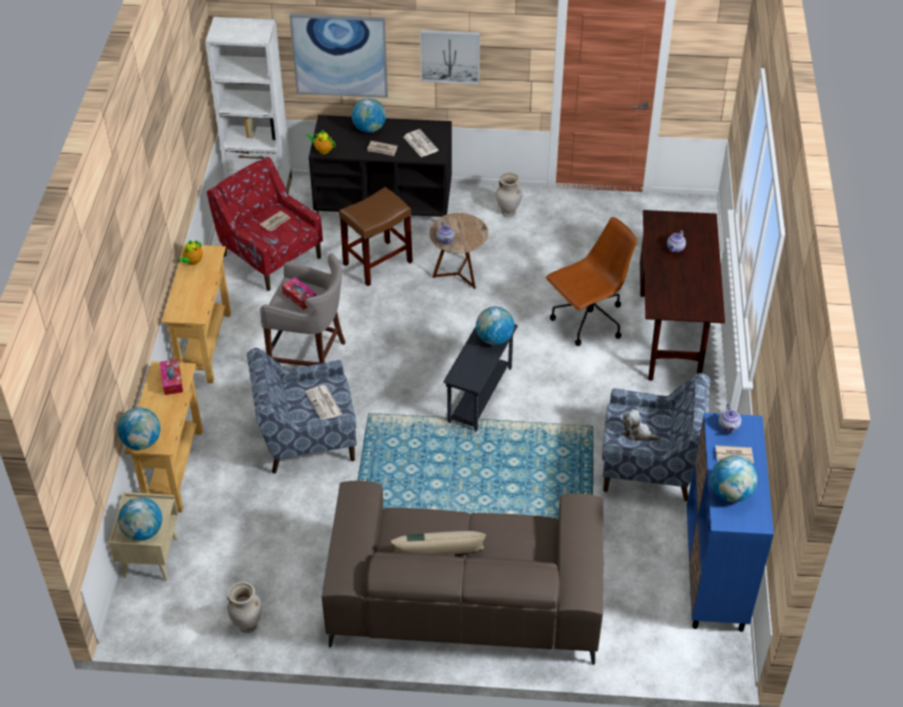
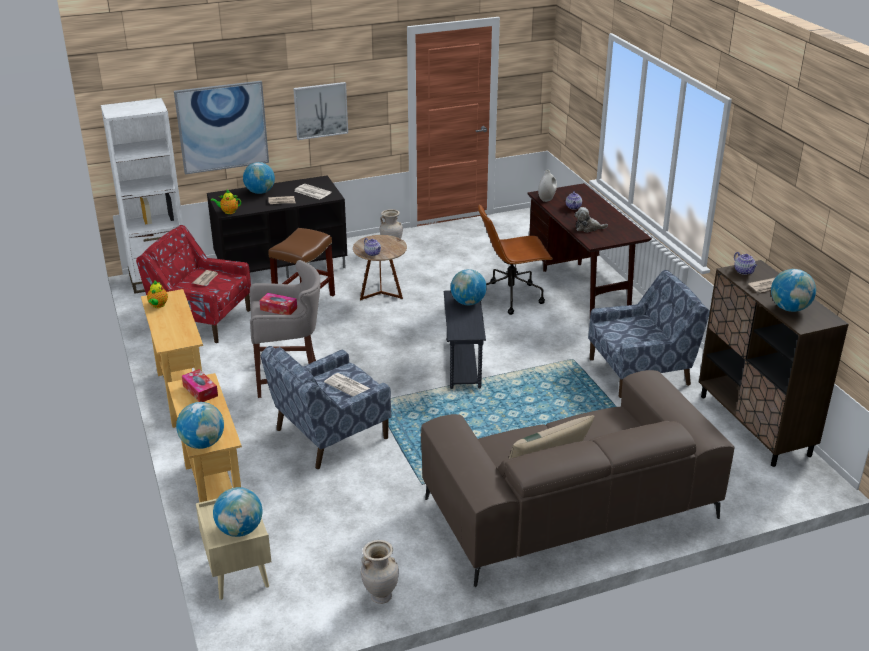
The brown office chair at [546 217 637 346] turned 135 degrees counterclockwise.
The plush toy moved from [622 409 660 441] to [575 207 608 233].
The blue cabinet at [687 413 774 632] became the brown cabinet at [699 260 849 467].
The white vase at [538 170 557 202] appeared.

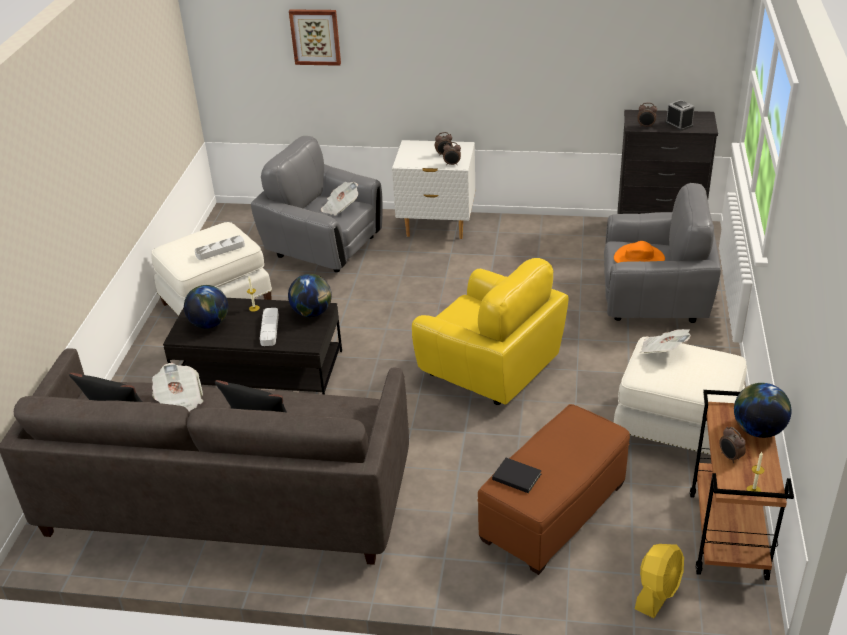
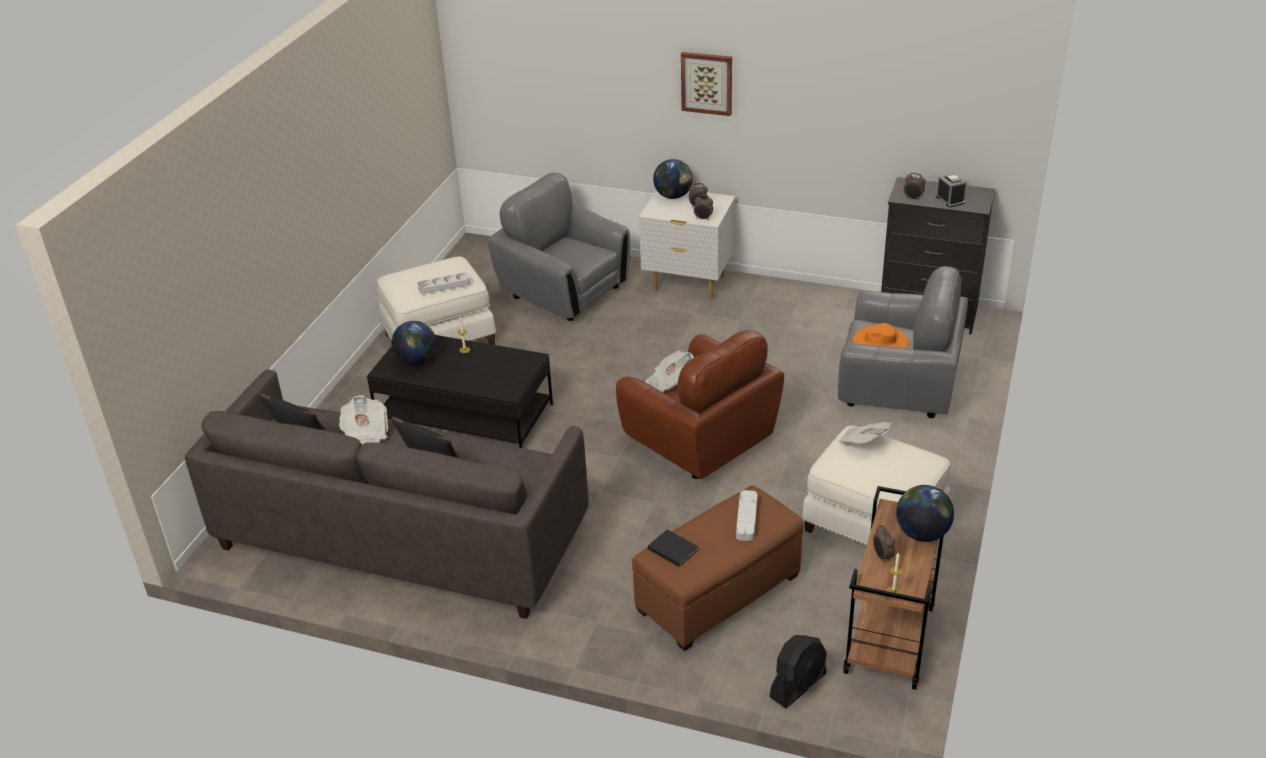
The grey tray moved from [260 308 279 346] to [736 490 758 541].
The globe moved from [288 274 332 317] to [653 159 693 199].
The picture moved from [289 9 341 66] to [681 52 732 116].
The newspaper moved from [321 182 358 216] to [645 350 694 392].
The yellow armchair at [412 258 568 405] became the brown armchair at [616 330 784 479].
The yellow fan at [635 544 684 618] became the black fan at [769 635 827 708].

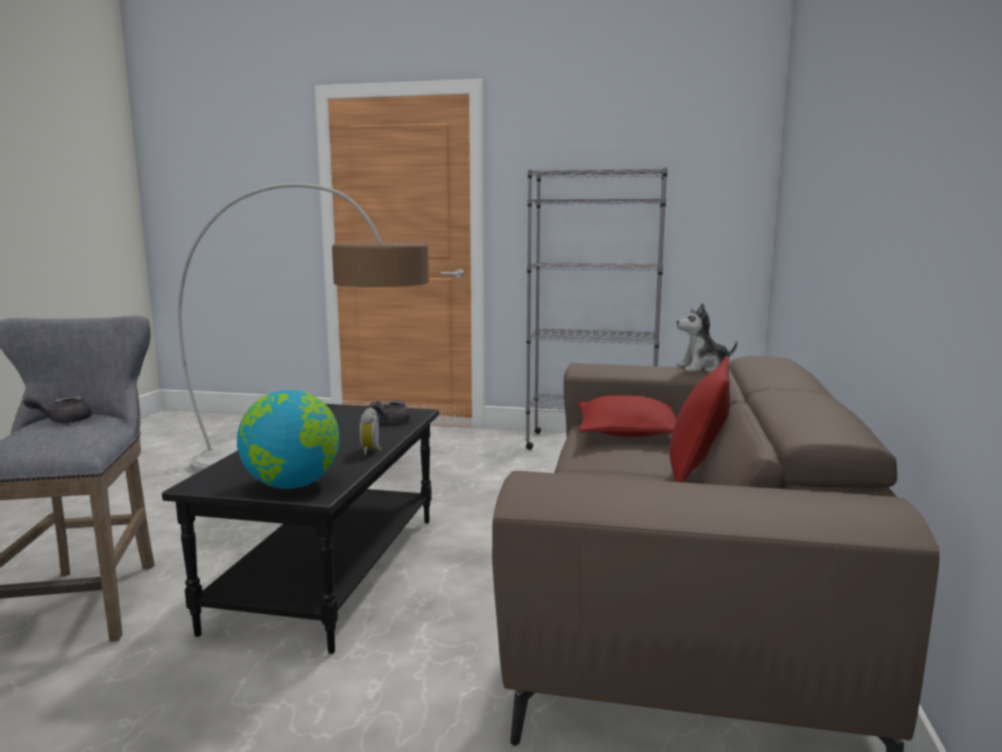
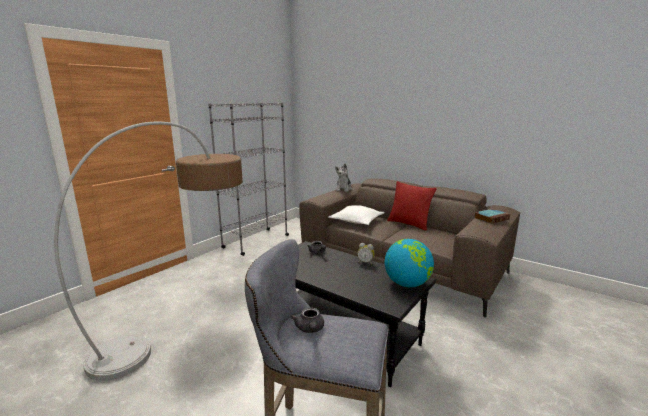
The red pillow at [577 395 677 437] became the white pillow at [328 205 385 225].
The book at [474 209 510 224] appeared.

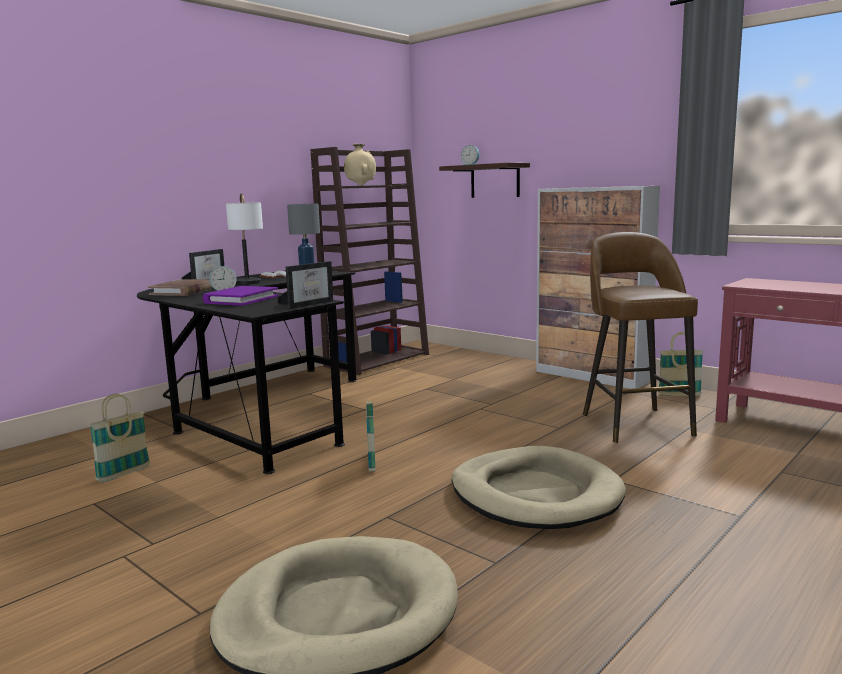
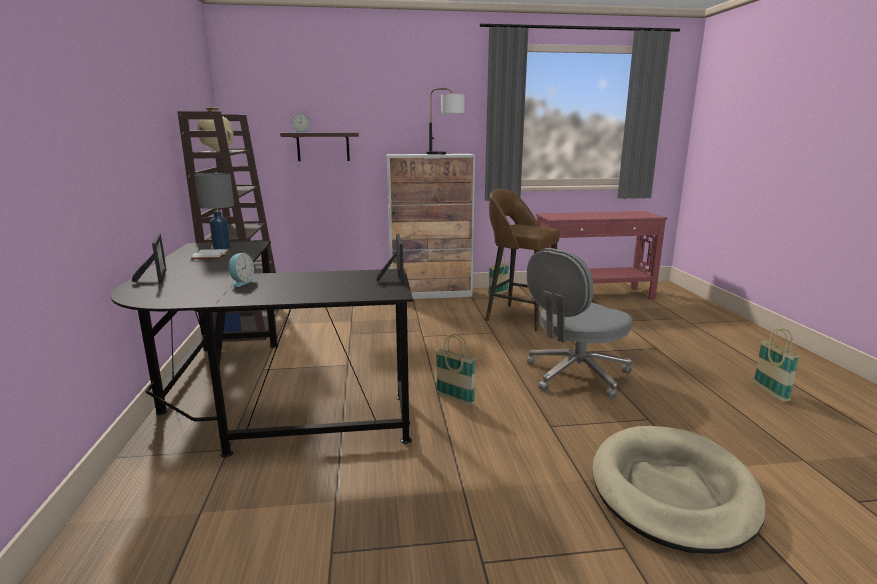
The basket moved from [89 394 150 482] to [753 329 800 402].
The brown book at [148 279 214 296] disappeared.
The purple book at [202 286 279 306] disappeared.
The table lamp moved from [226 193 263 285] to [426 88 465 155].
The beige dog bed at [452 446 626 529] was replaced by the grey office chair at [527 248 632 399].

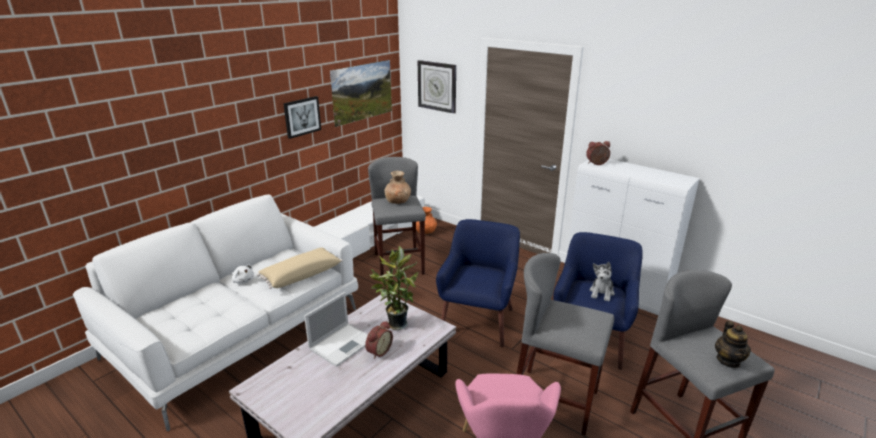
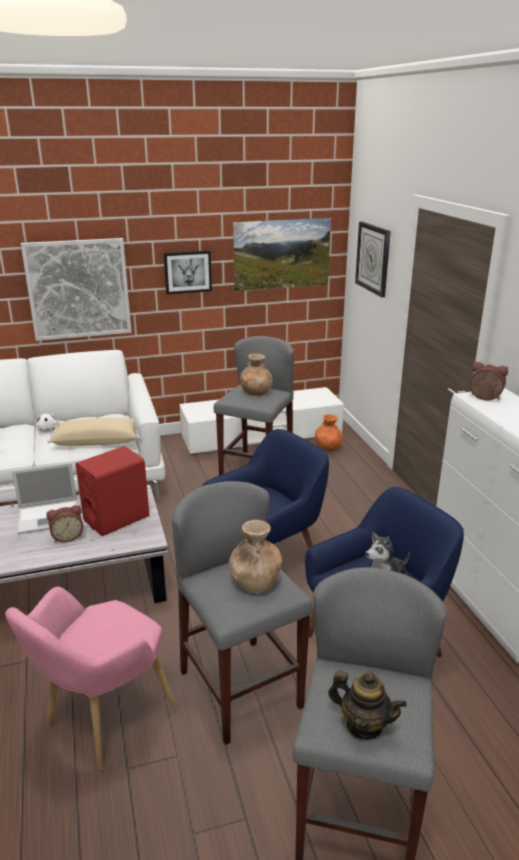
The potted plant at [370 246 419 330] was replaced by the red speaker at [76 446 149 536].
The teapot at [715 321 751 368] turned 105 degrees counterclockwise.
The picture at [21 238 132 341] appeared.
The brown vase at [229 520 282 593] appeared.

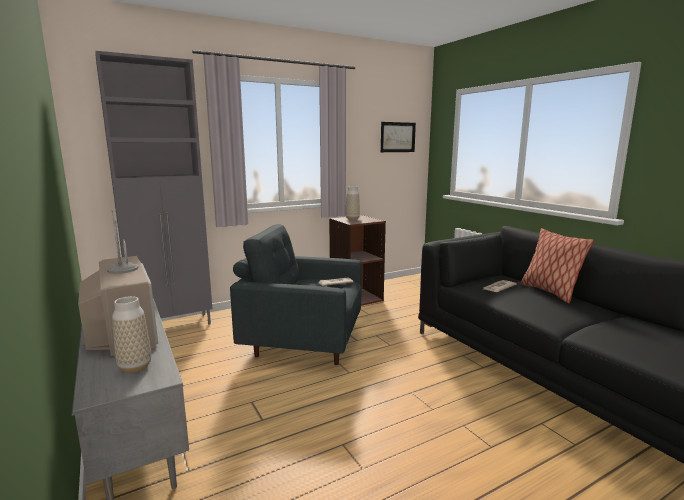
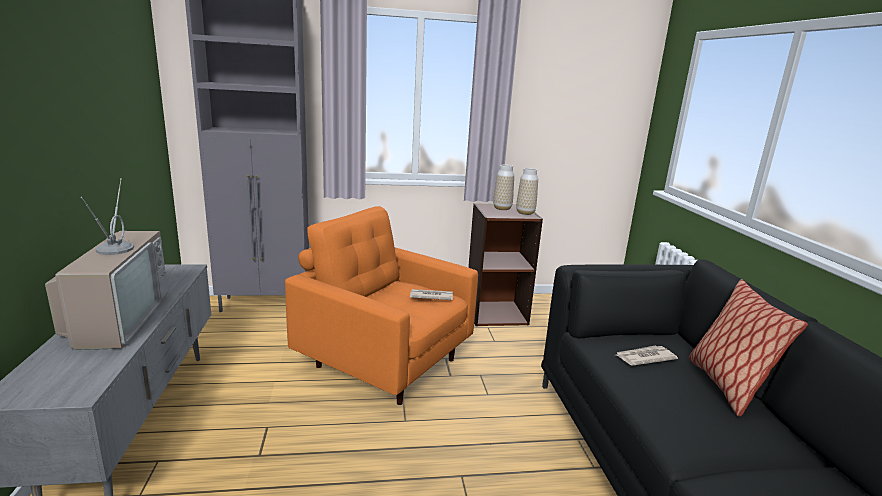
The vase moved from [112 296 151 373] to [516 168 538 215].
The grey armchair at [230 224 362 365] became the orange armchair at [285 206 478 405].
The picture at [381 122 416 152] disappeared.

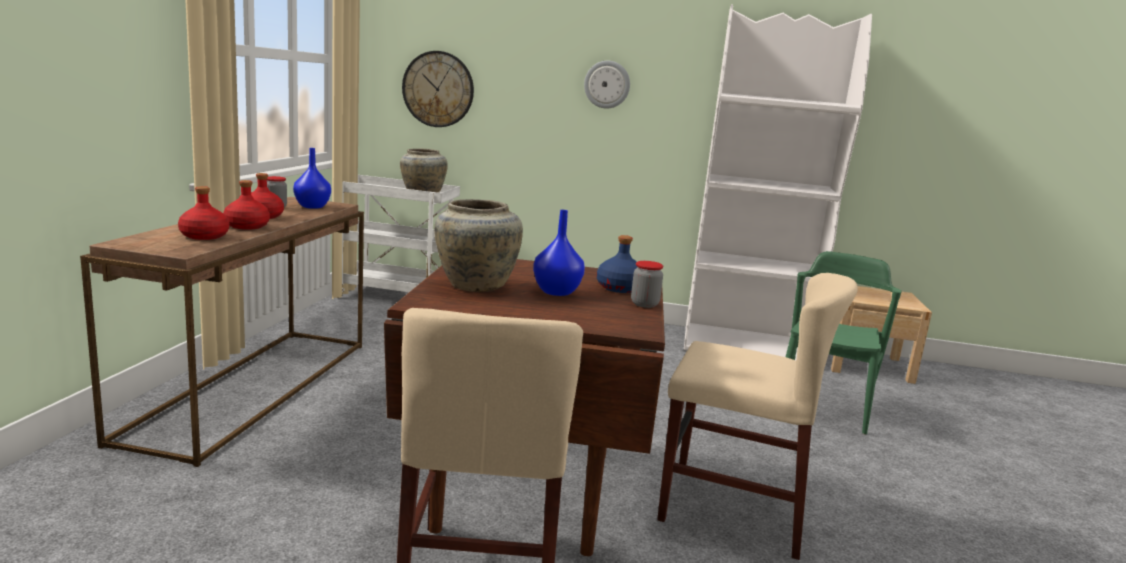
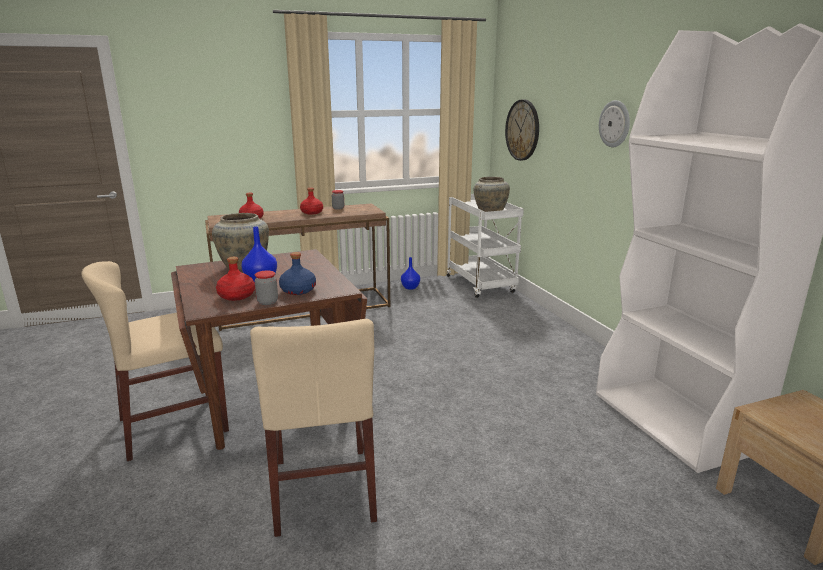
The red bottle moved from [223 180 270 230] to [216 257 255 301].
The blue vase moved from [293 148 331 209] to [401 257 420 290].
The green chair at [786 251 901 435] disappeared.

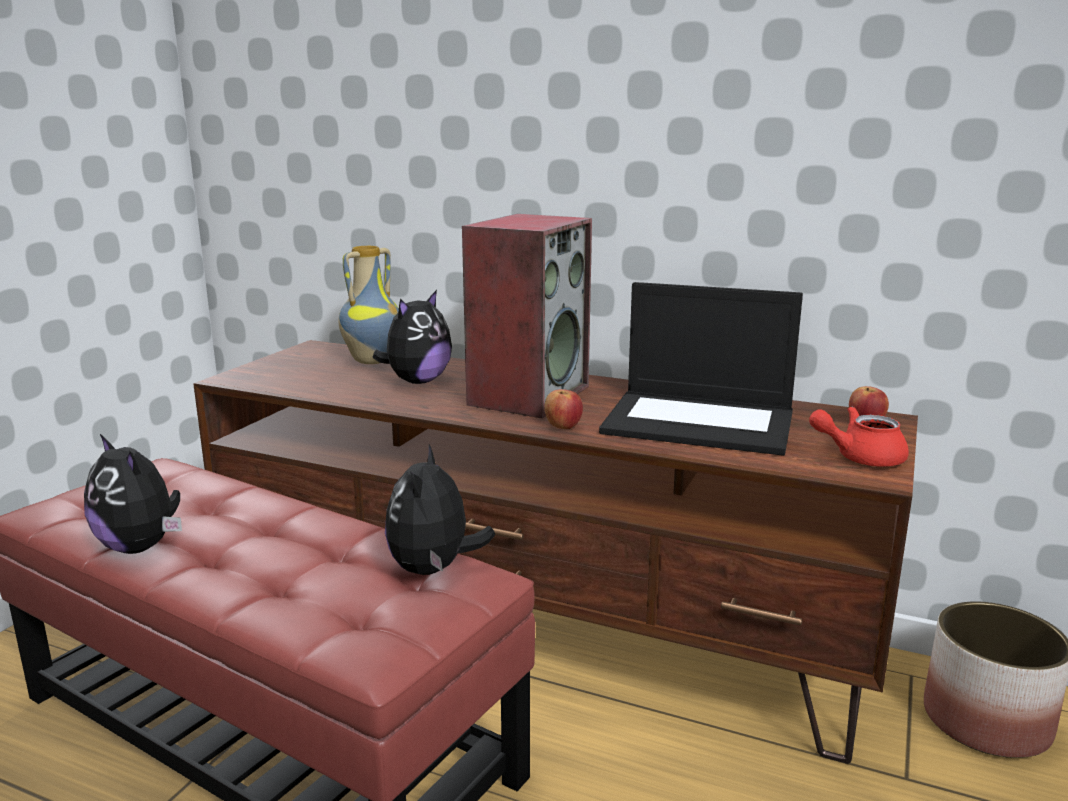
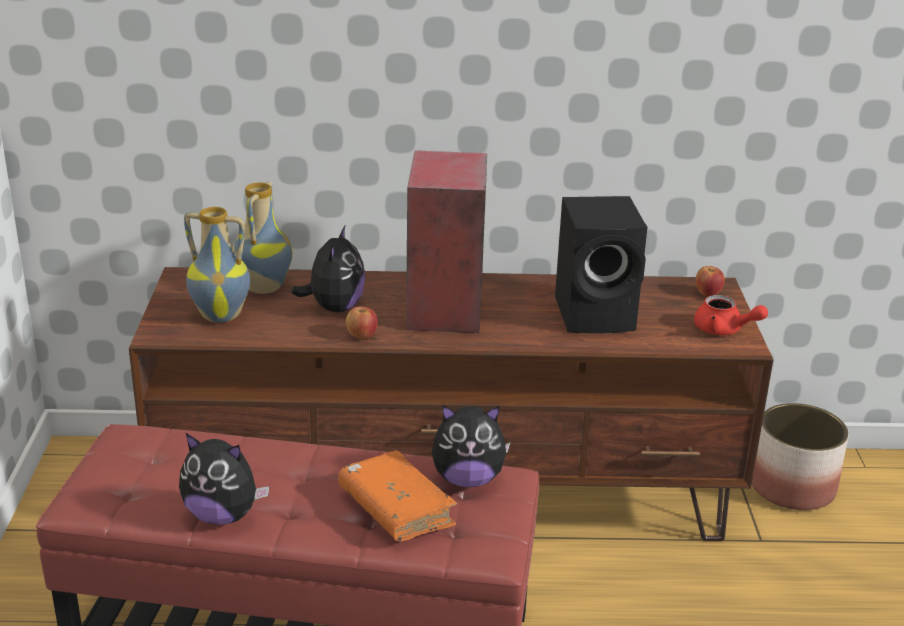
The plush toy at [385 445 495 575] turned 75 degrees counterclockwise.
The apple moved from [544 389 583 429] to [346 306 378 339].
The laptop at [599 282 803 456] was replaced by the black speaker at [555 196 647 333].
The red teapot at [809 407 909 467] turned 120 degrees counterclockwise.
The vase at [184 207 250 323] appeared.
The orange book at [338 450 457 542] appeared.

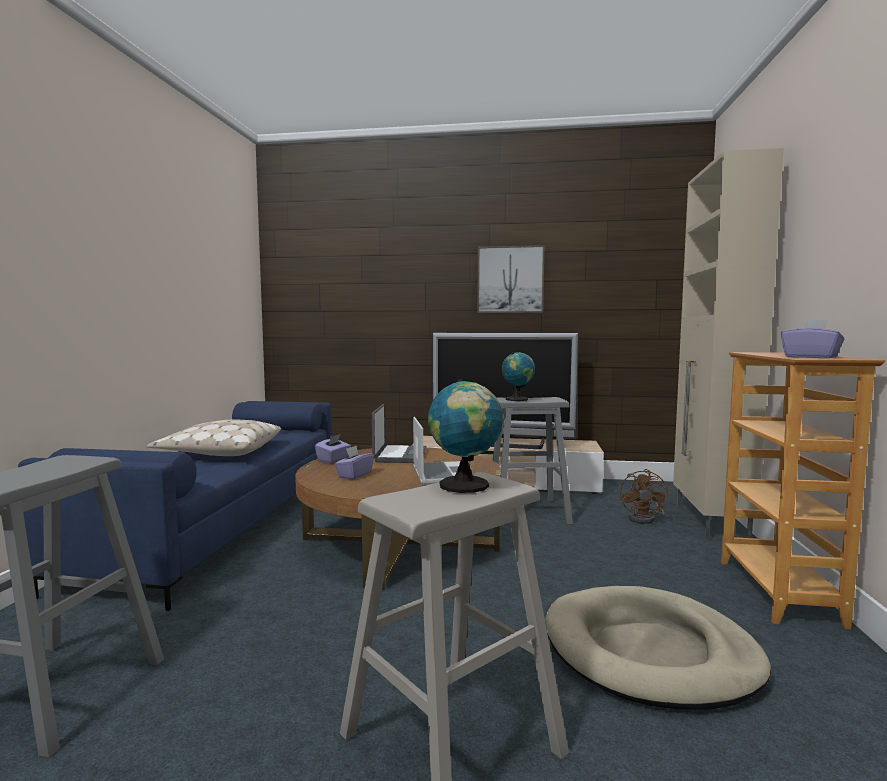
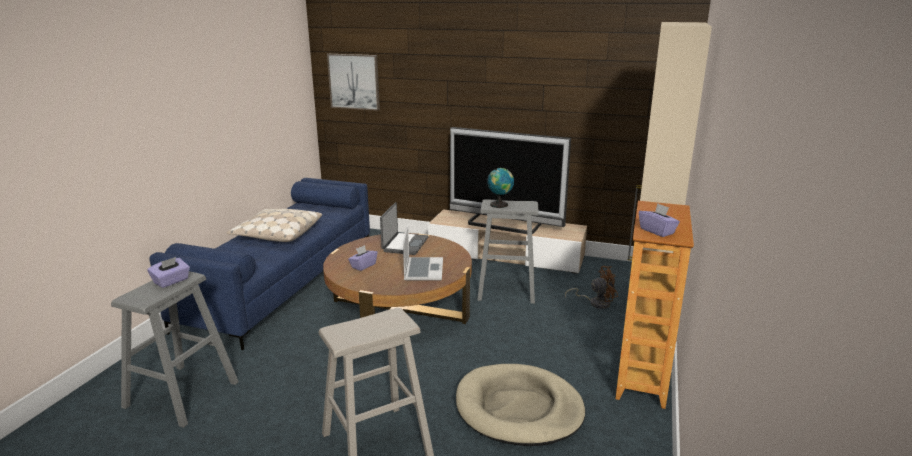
The purple tissue box moved from [315 434 351 463] to [147 257 190 288].
The globe at [428 379 503 493] disappeared.
The picture moved from [477 245 545 313] to [327 54 380 111].
The brown fan at [620 469 668 524] turned 120 degrees counterclockwise.

